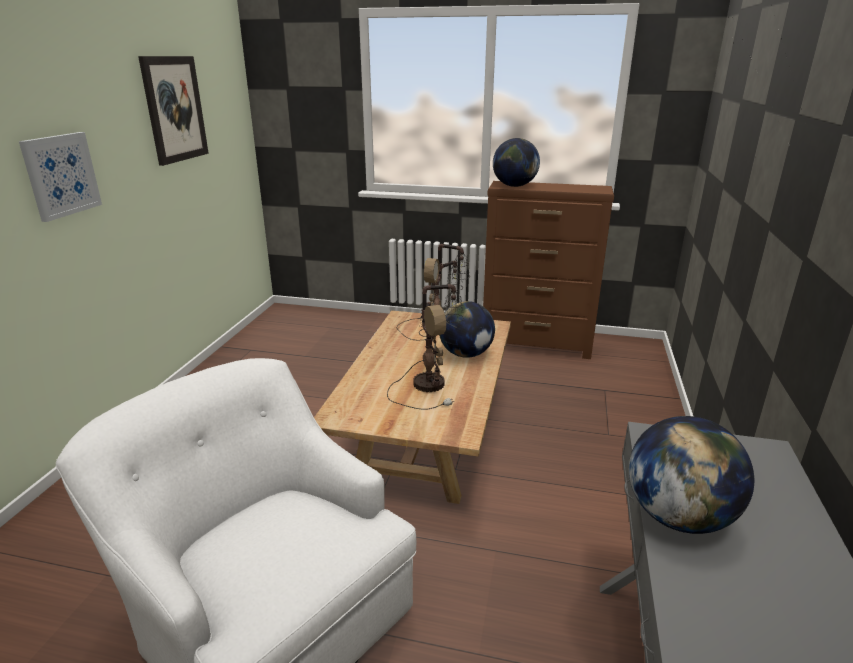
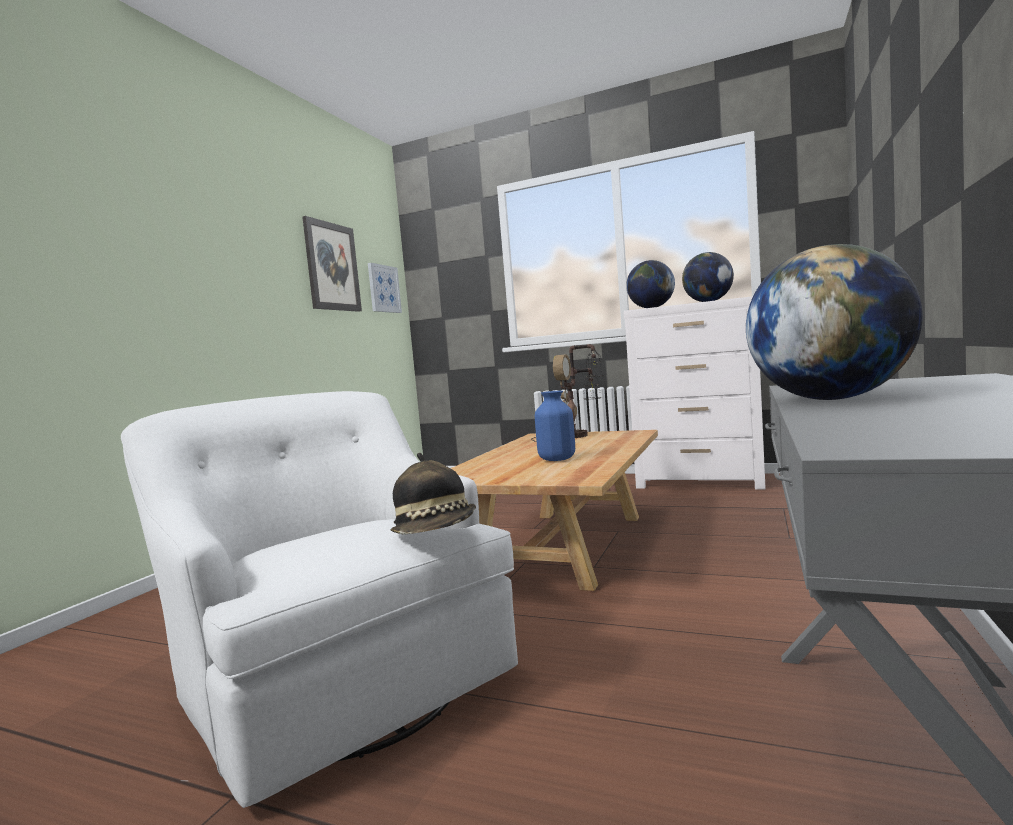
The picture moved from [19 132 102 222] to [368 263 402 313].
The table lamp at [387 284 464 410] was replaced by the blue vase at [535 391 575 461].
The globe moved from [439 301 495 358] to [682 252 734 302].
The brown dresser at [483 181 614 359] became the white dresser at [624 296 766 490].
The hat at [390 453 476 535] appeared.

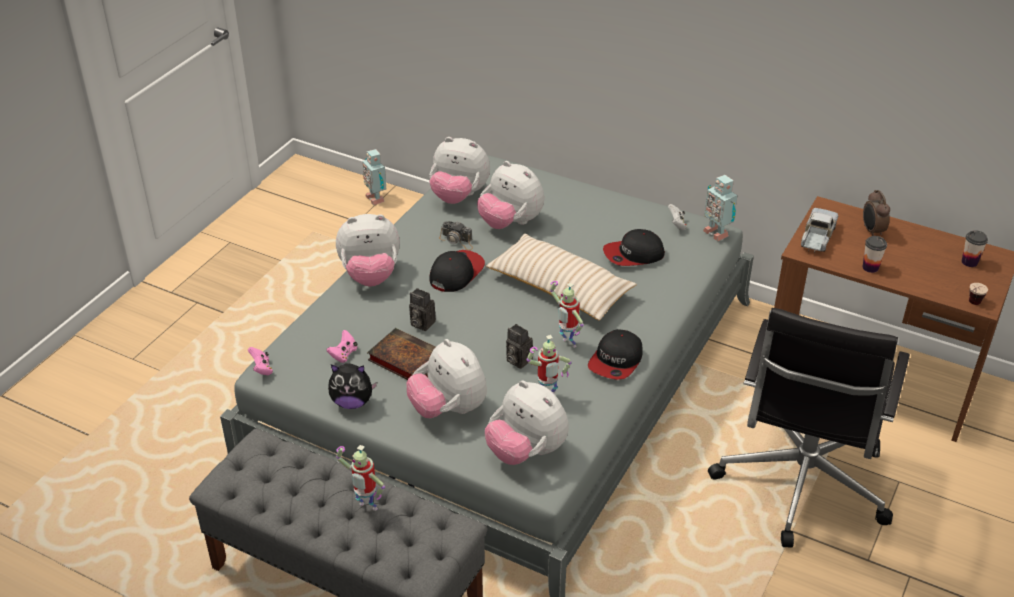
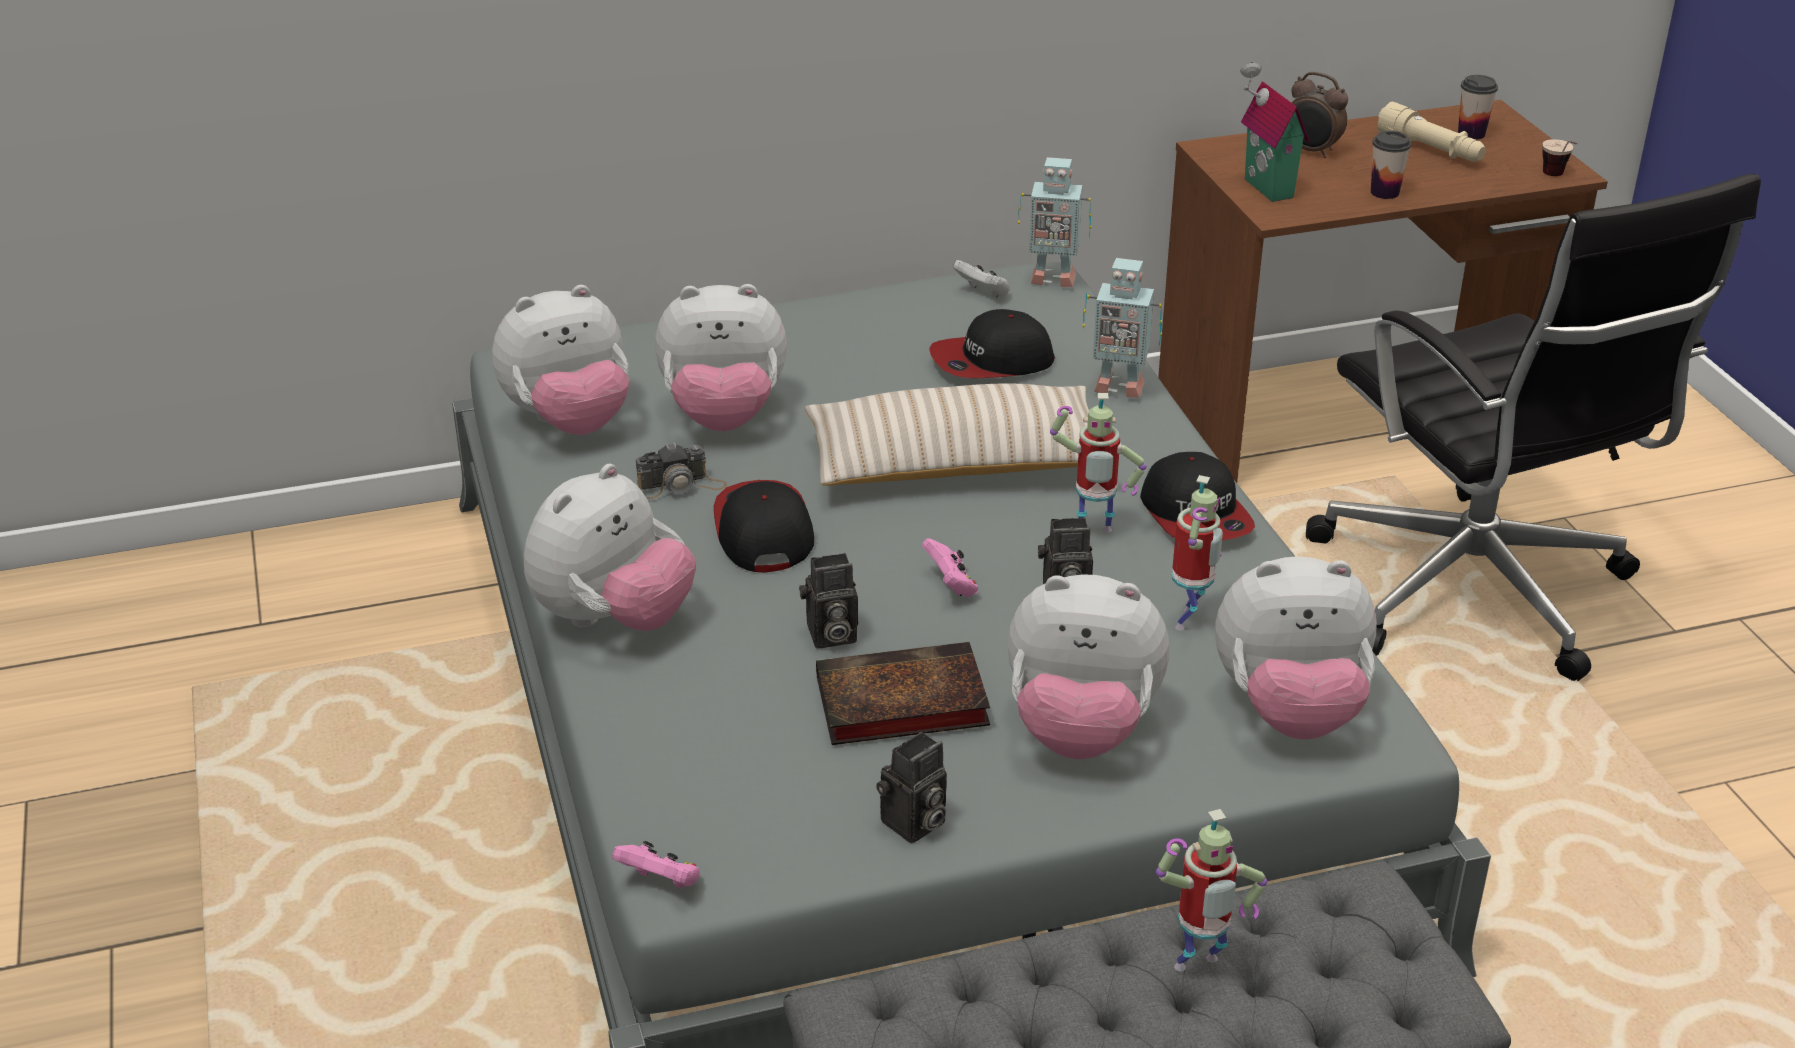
The pink game controller moved from [327 330 357 363] to [922 538 978 597].
The plush toy at [328 363 378 409] was replaced by the photo camera at [876 732 947 843].
The toy robot moved from [362 149 386 206] to [1082 258 1162 398].
The cap at [603 229 665 266] turned 45 degrees clockwise.
The toy truck at [801 208 838 253] was replaced by the toy house at [1241 61 1310 202].
The beige flashlight at [1377 102 1486 162] appeared.

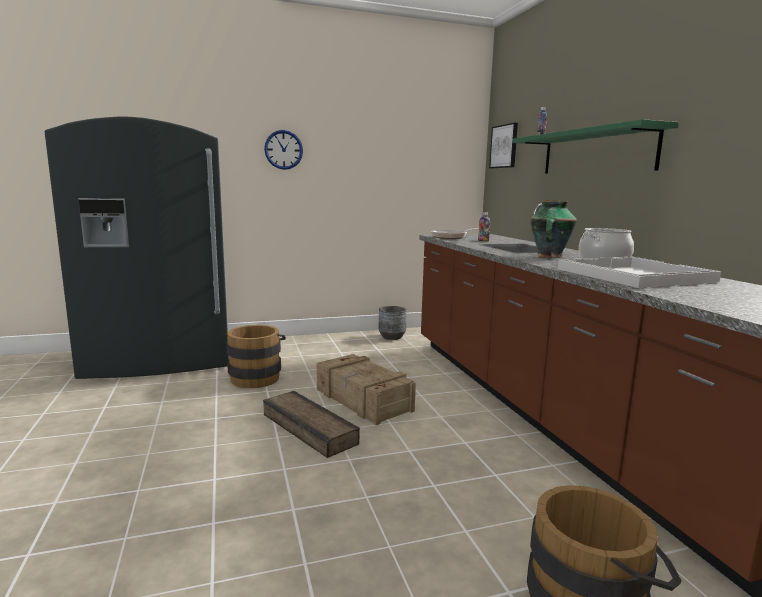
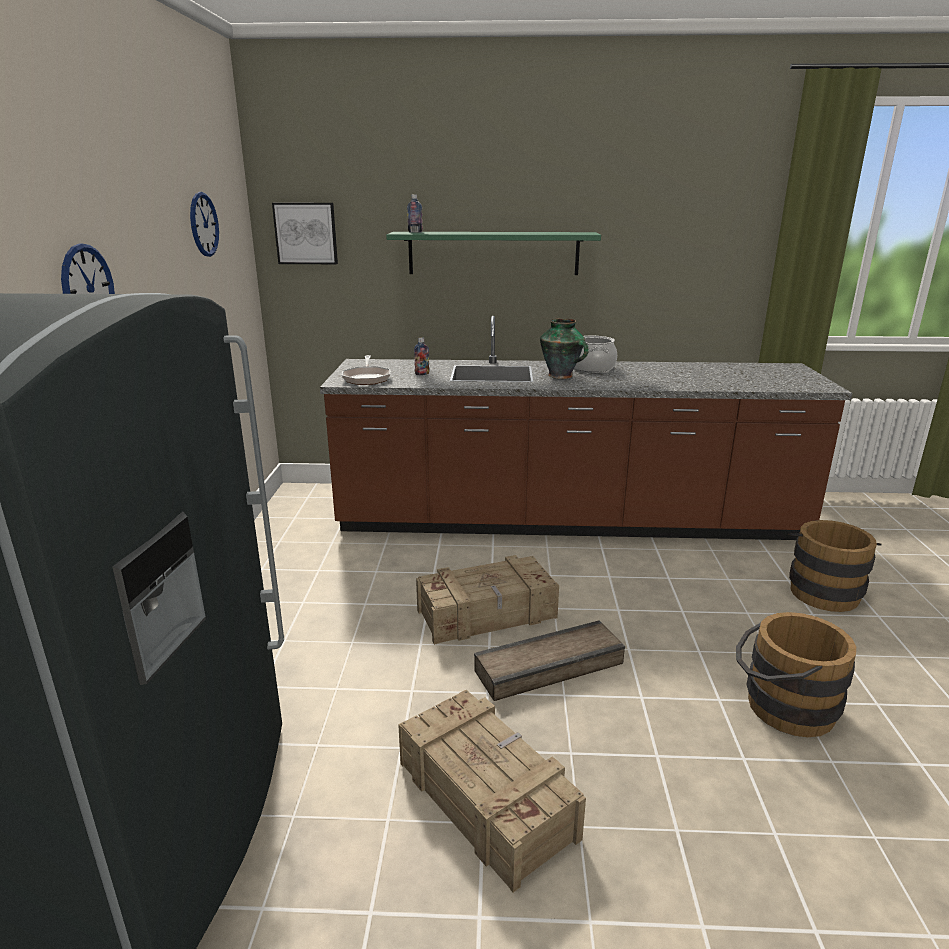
The brown bucket moved from [223 325 286 388] to [736 612 856 737].
The grey planter at [379 306 407 340] disappeared.
The white tray at [558 257 721 288] disappeared.
The wall clock at [190 192 219 257] appeared.
The crate at [398 690 586 893] appeared.

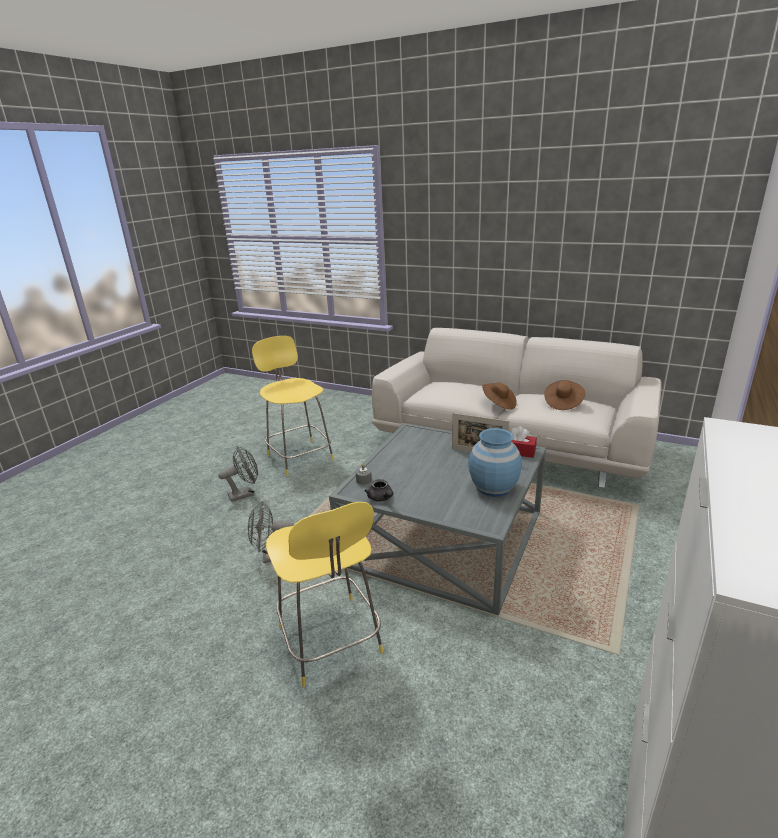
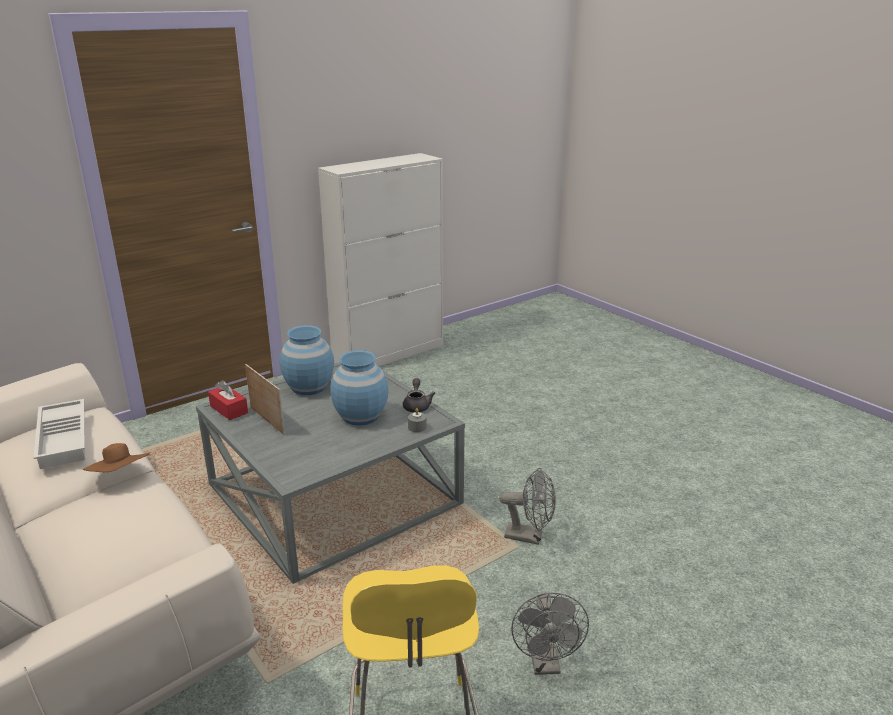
The grey fan at [219 446 258 502] turned 90 degrees counterclockwise.
The yellow stool at [266 502 383 687] disappeared.
The brown hat at [544 380 585 410] was replaced by the white tray at [34 399 85 469].
The blue vase at [330 350 389 426] appeared.

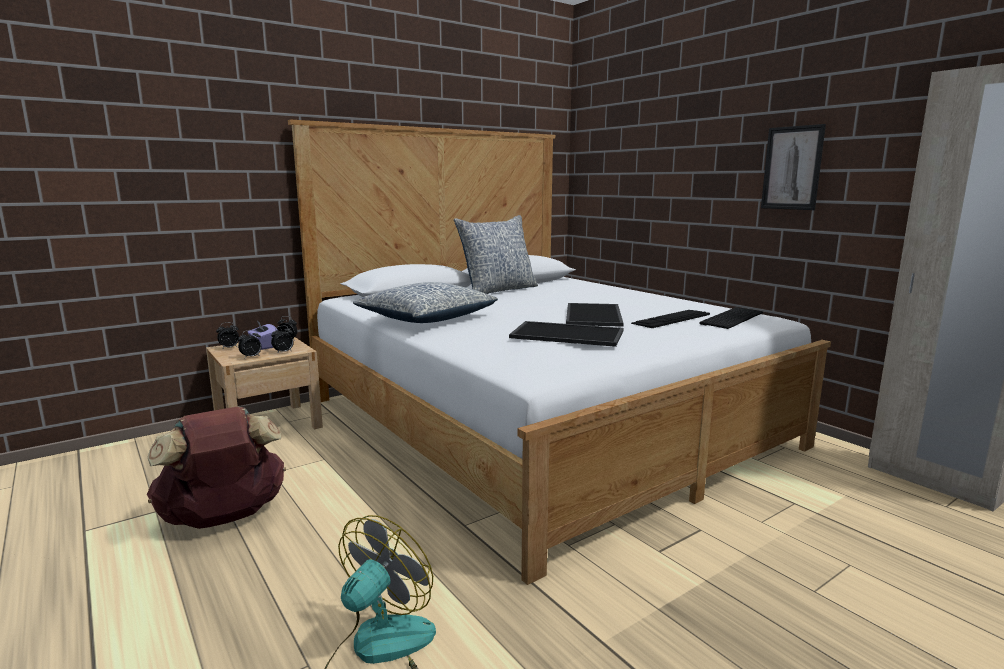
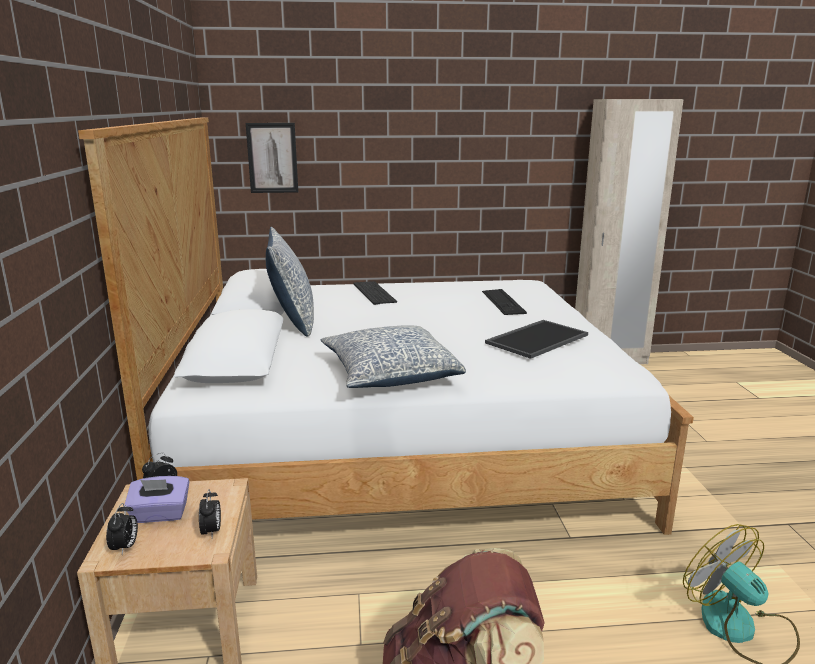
The alarm clock at [271 326 294 354] disappeared.
The tray at [566 303 624 327] disappeared.
The keyboard moved from [699 307 763 329] to [354 281 397 305].
The picture moved from [761 124 826 210] to [246 123 298 193].

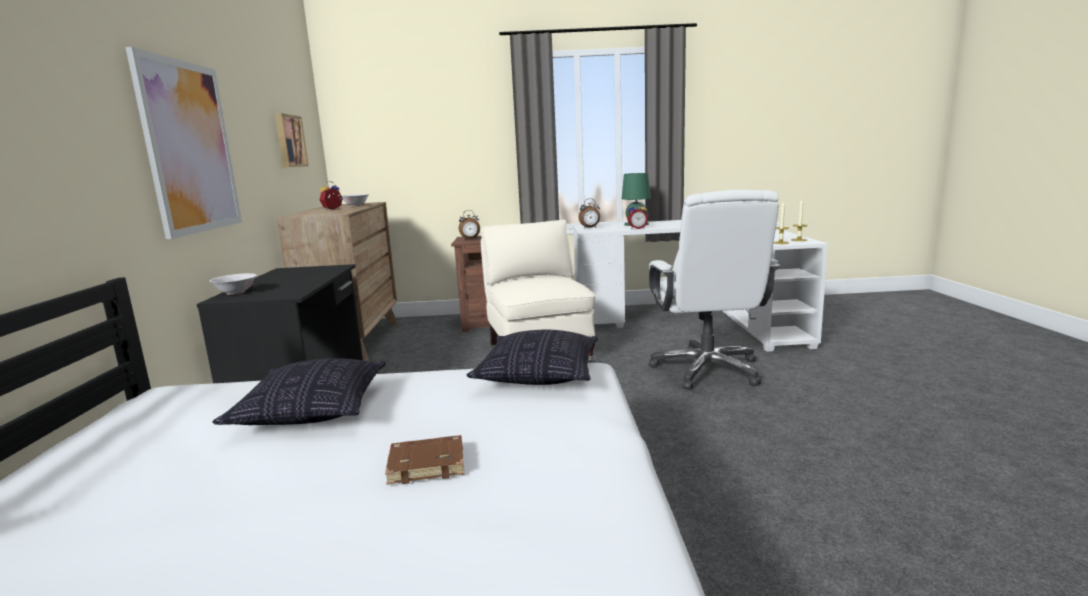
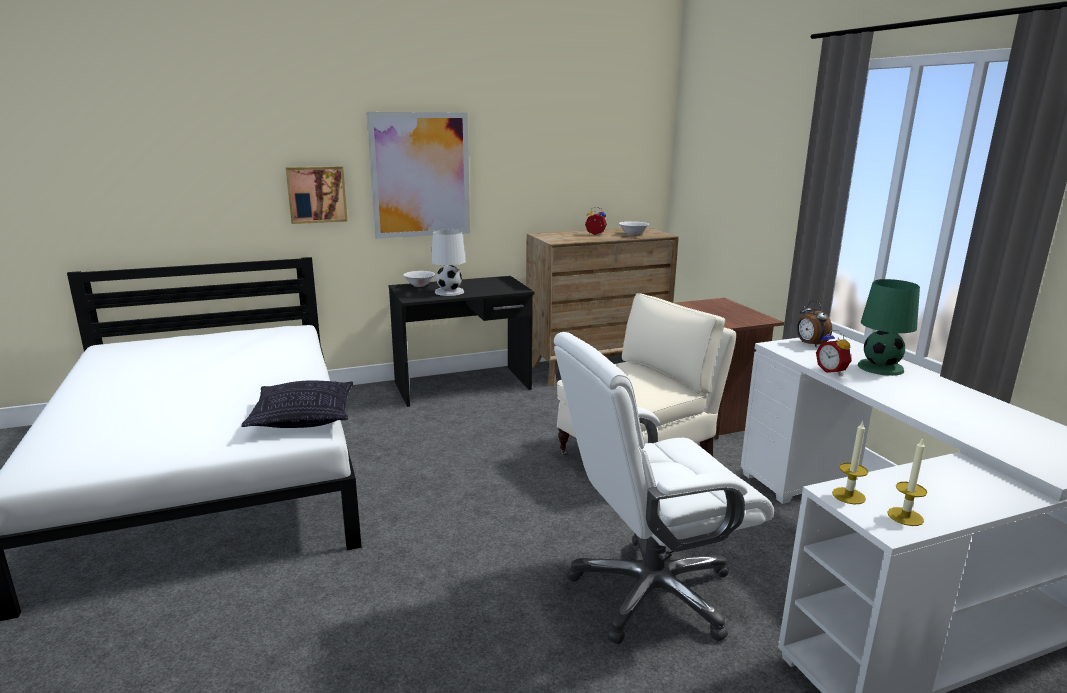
The pillow at [212 358 386 425] disappeared.
The picture moved from [275 113 309 168] to [286 166 348 224].
The brown book at [385 435 464 485] disappeared.
The alarm clock at [459 210 480 239] disappeared.
The white table lamp at [431 230 466 296] appeared.

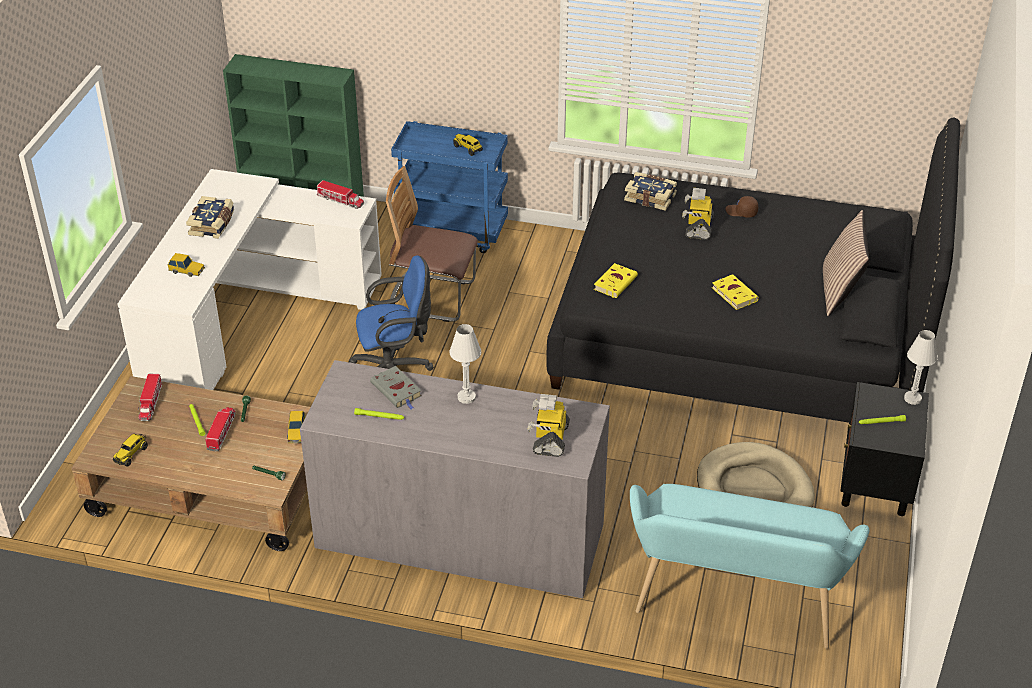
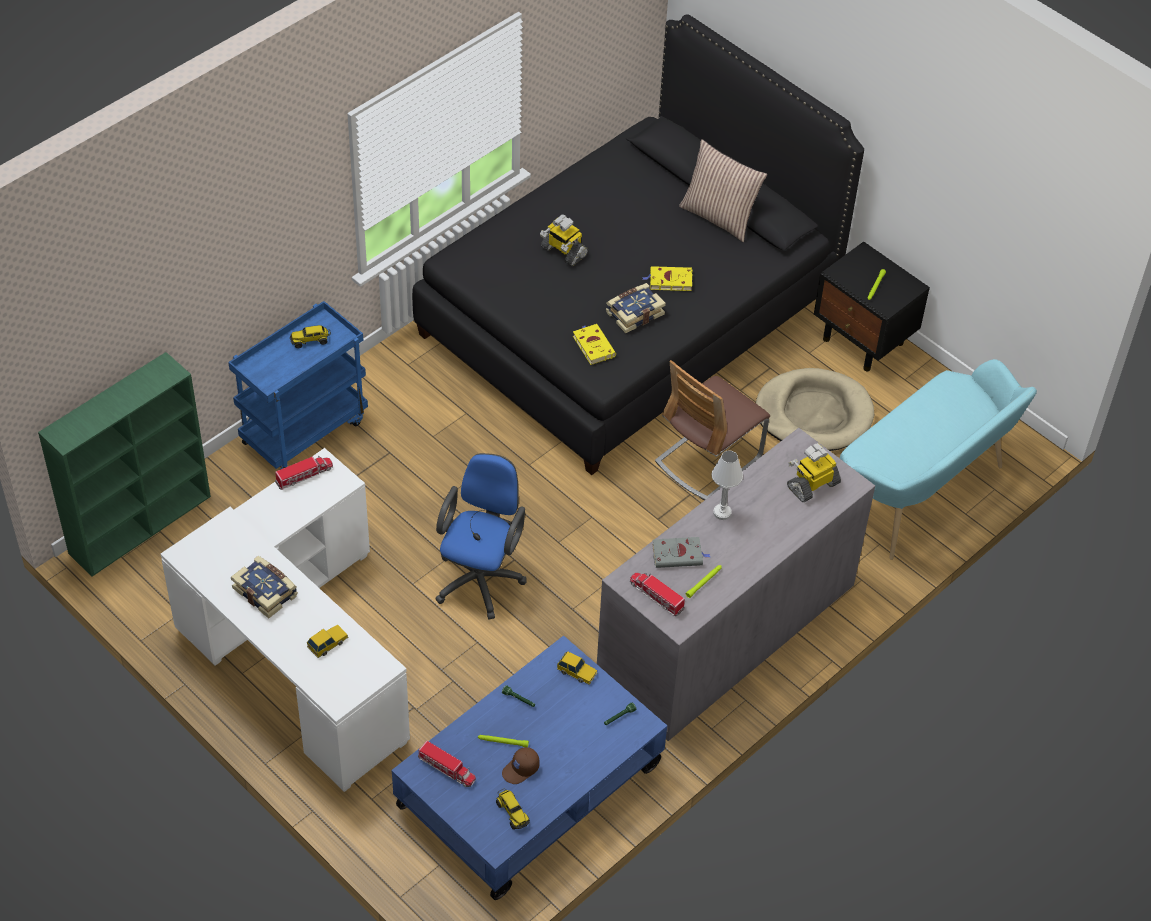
The brown coffee table at [71 376 311 551] became the blue coffee table at [391 635 667 900].
The toy truck moved from [205 407 236 452] to [630 573 685 616].
The chair moved from [386 166 478 322] to [655 360 770 501].
The toy robot at [527 394 570 457] turned 105 degrees clockwise.
The book moved from [624 172 677 211] to [606 283 666 333].
The brown cap moved from [725 196 758 218] to [502 747 540 784].
The white table lamp at [904 330 938 405] disappeared.

